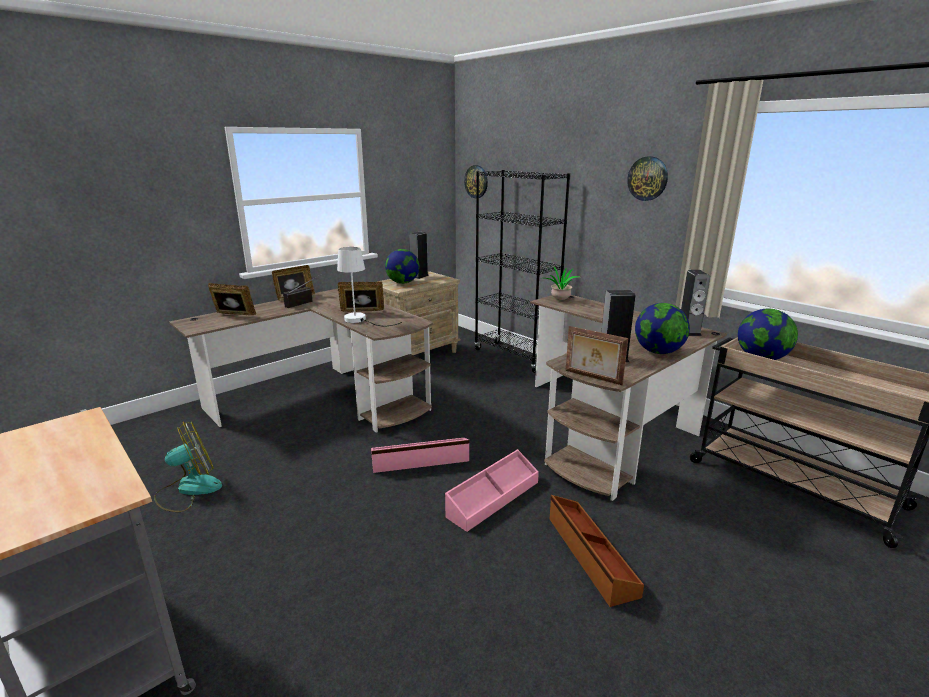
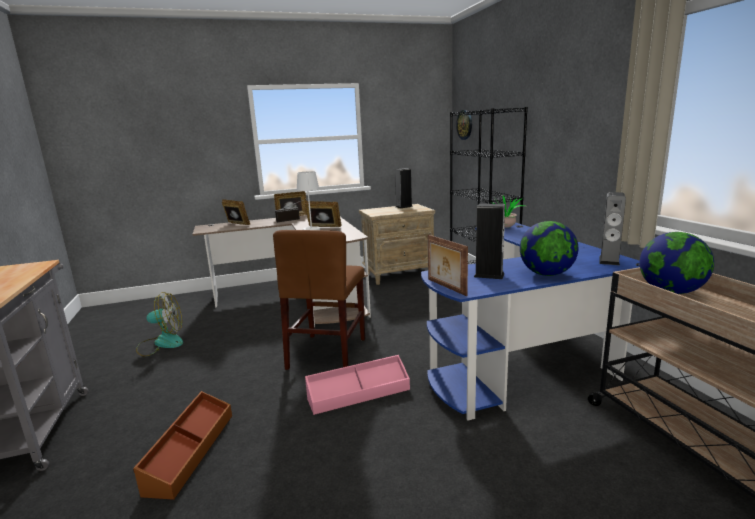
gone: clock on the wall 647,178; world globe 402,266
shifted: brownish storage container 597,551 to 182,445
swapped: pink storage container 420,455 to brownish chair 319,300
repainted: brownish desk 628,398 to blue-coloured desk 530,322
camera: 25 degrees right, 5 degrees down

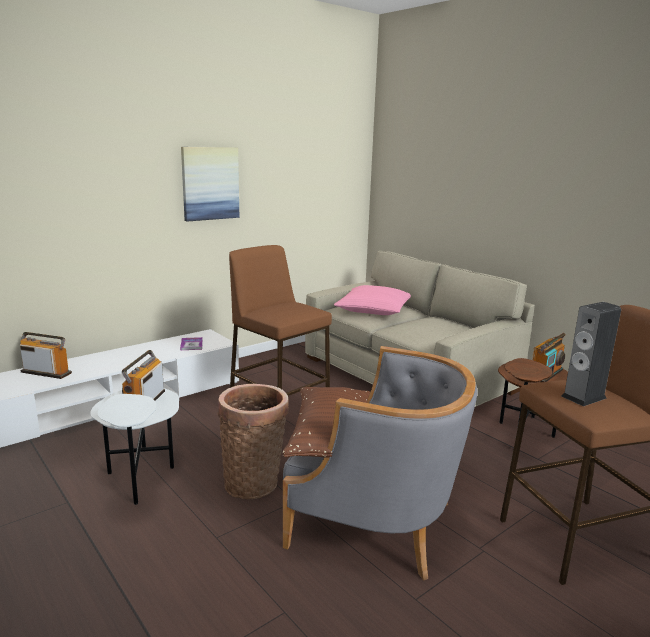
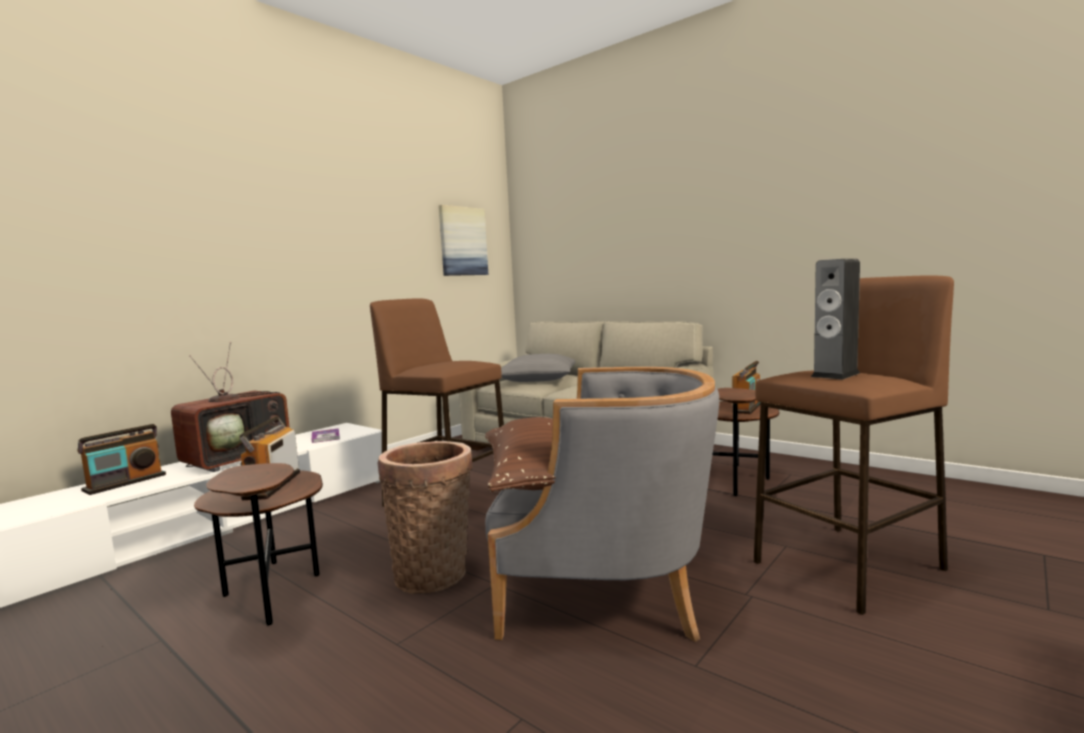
new: television 230,407
shifted: picture 210,184 to 463,240
repainted: pink pillow 372,300 to gray pillow 538,368; white-coloured end table 134,446 to brownish end table 258,544
rotated: radio set 46,355 = 122,459 120 degrees clockwise
camera: 10 degrees left, 10 degrees down

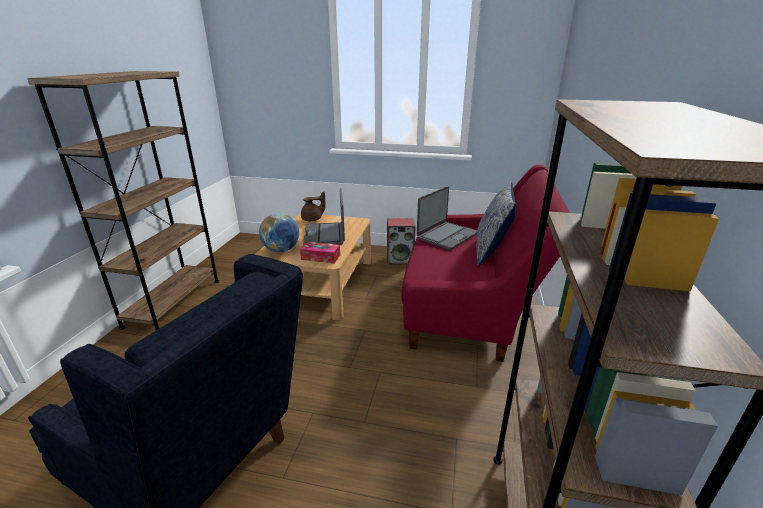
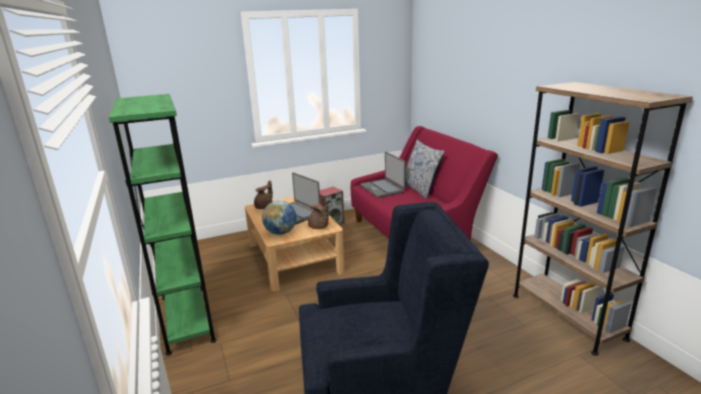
swapped: box of tissues 320,252 to brownish teapot 318,216
repainted: brownish shelving unit 123,200 to green-coloured shelving unit 163,225
rotated: notebook computer 447,218 = 383,175 150 degrees clockwise
camera: 35 degrees left, 5 degrees down

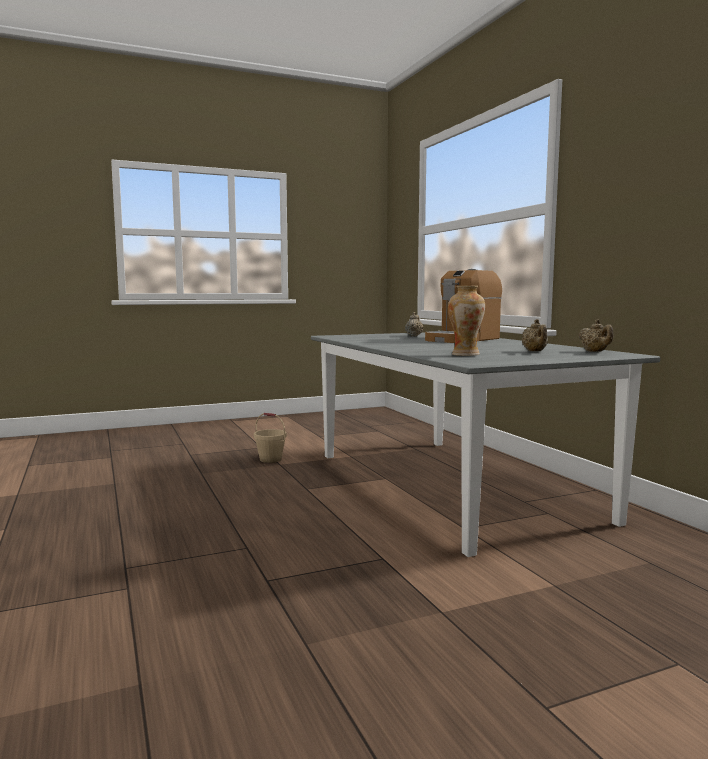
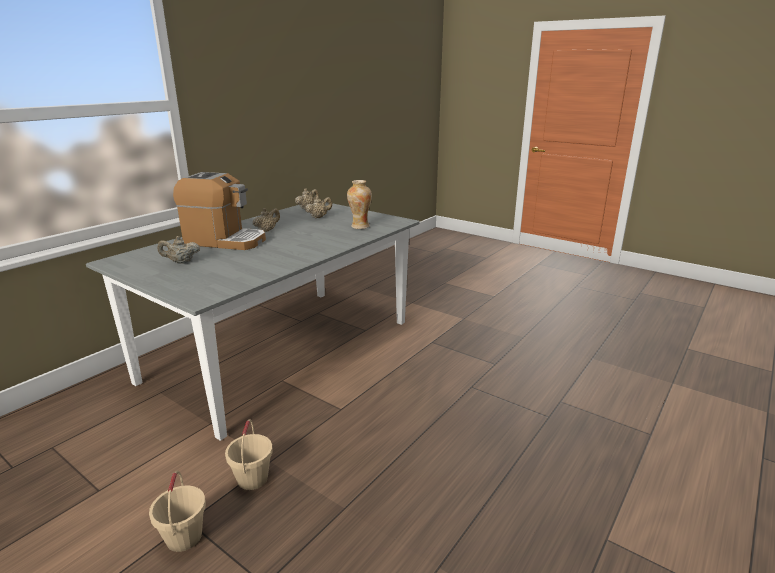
new: sand-coloured teapot 266,220; sand-coloured water bucket 177,511
camera: 120 degrees left, 15 degrees up

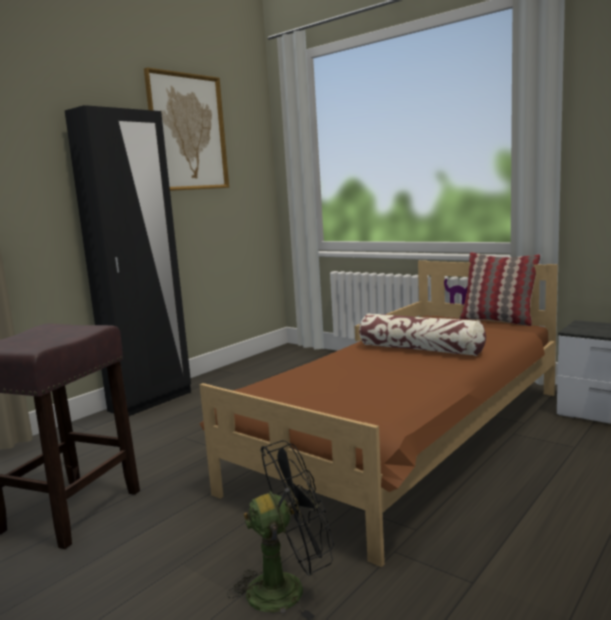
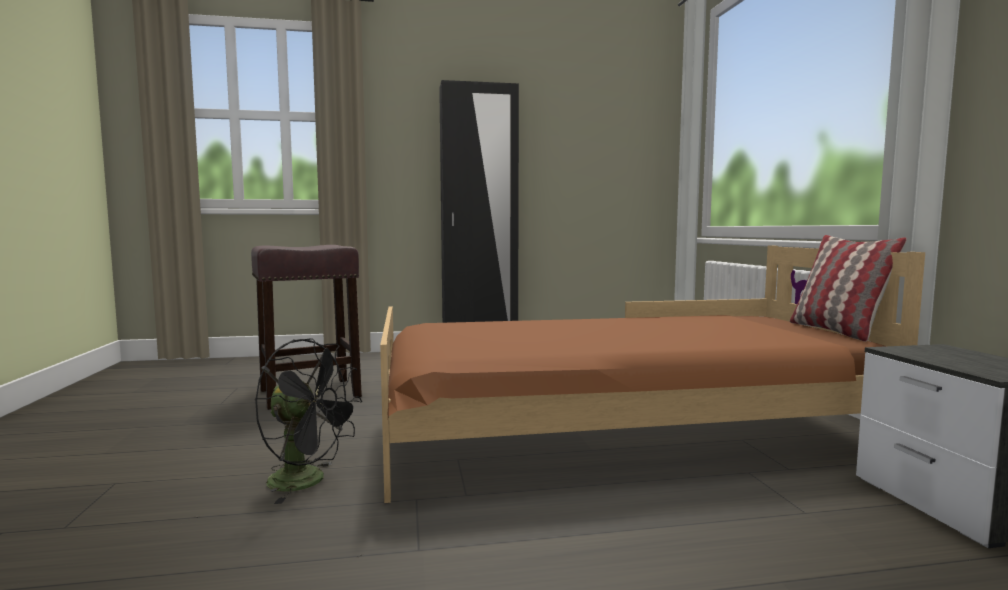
gone: picture 186,129; pillow 422,334
camera: 40 degrees right, 5 degrees down

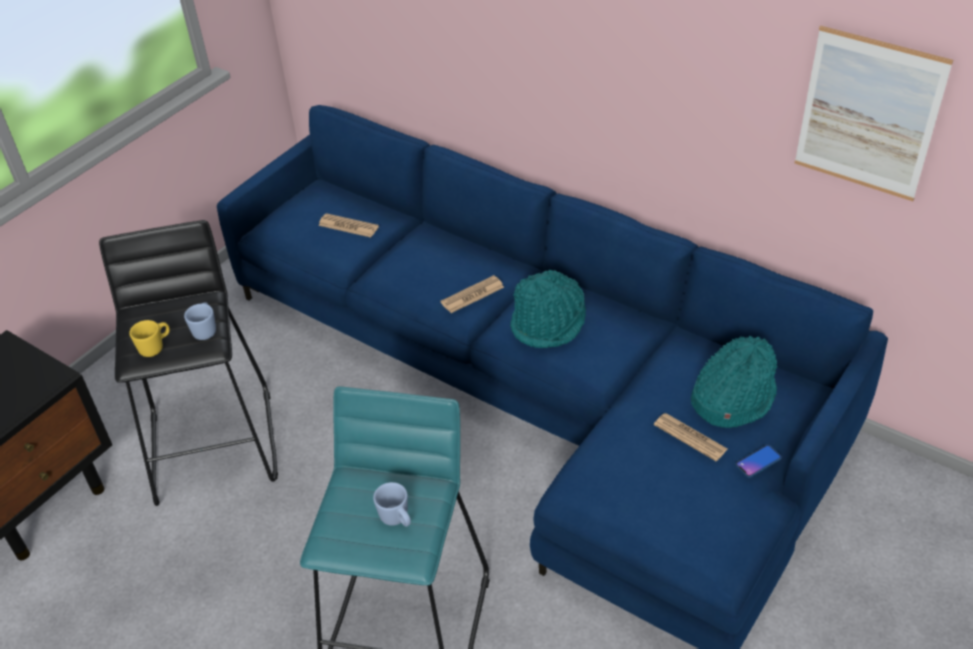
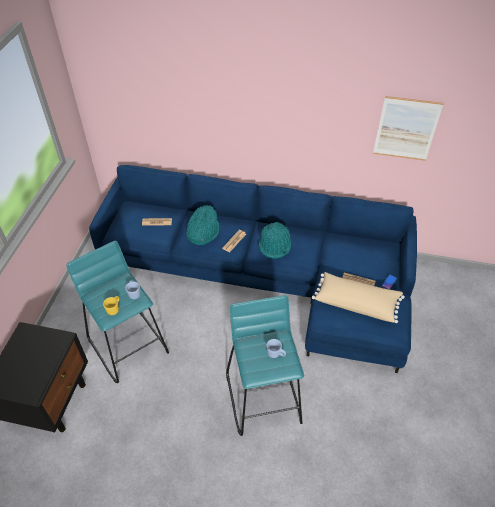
new: sand-coloured pillow 358,297
shifted: turquoise hat 734,382 to 203,225
repainted: black-coloured stool 188,363 to turquoise stool 117,312
camera: 25 degrees left, 5 degrees up

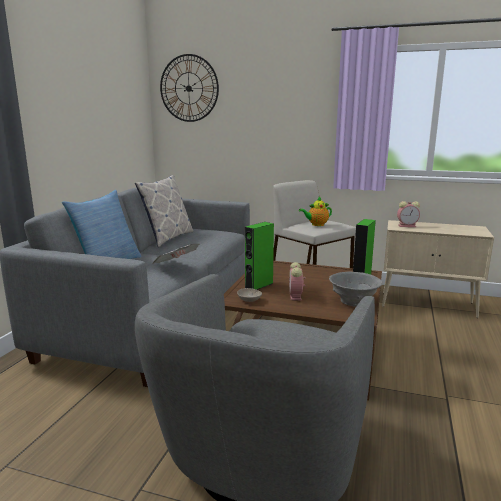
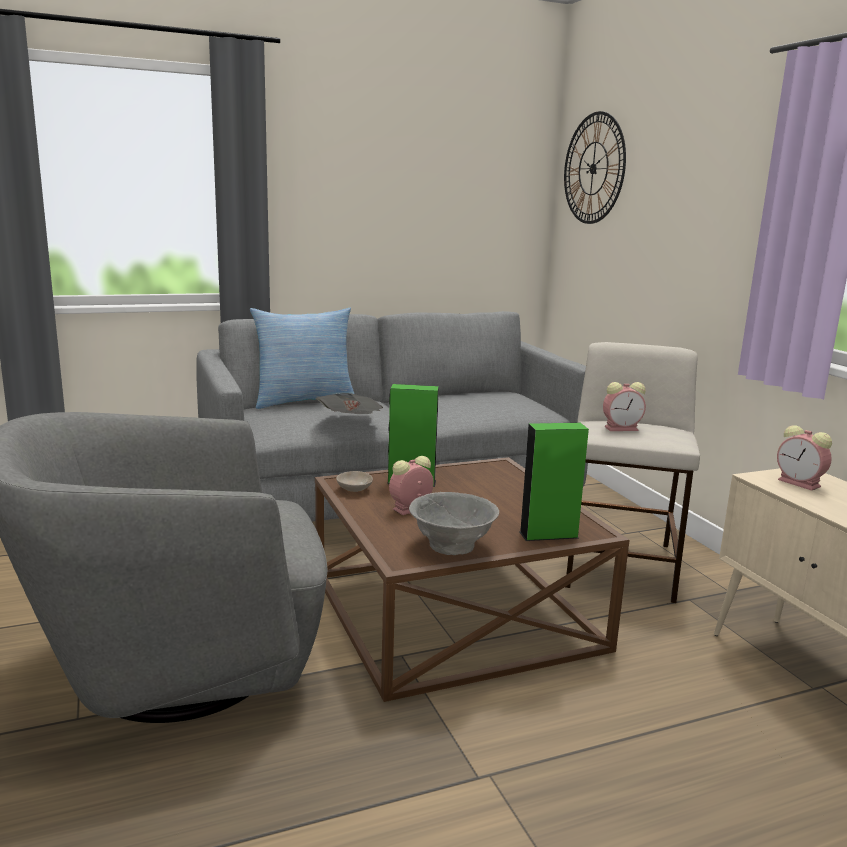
gone: pillow 164,211
swapped: teapot 315,211 to bedside clock 624,406
camera: 50 degrees right, 0 degrees up

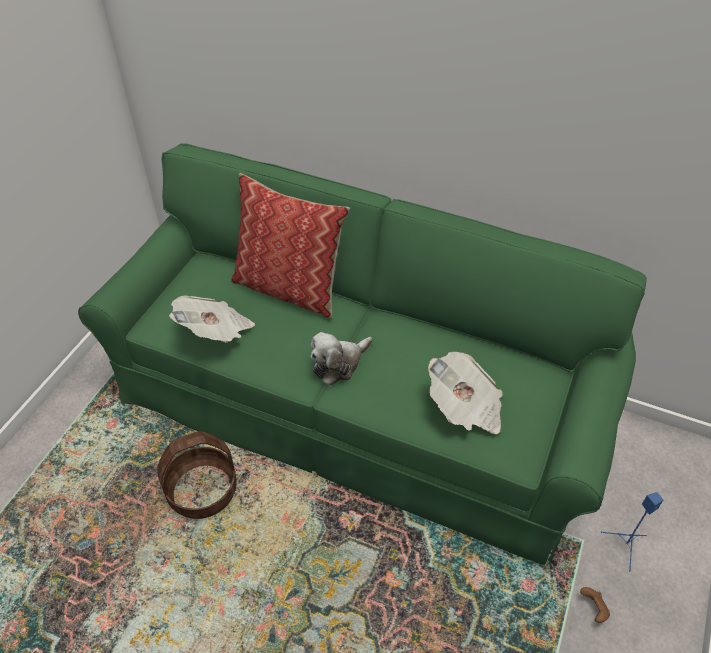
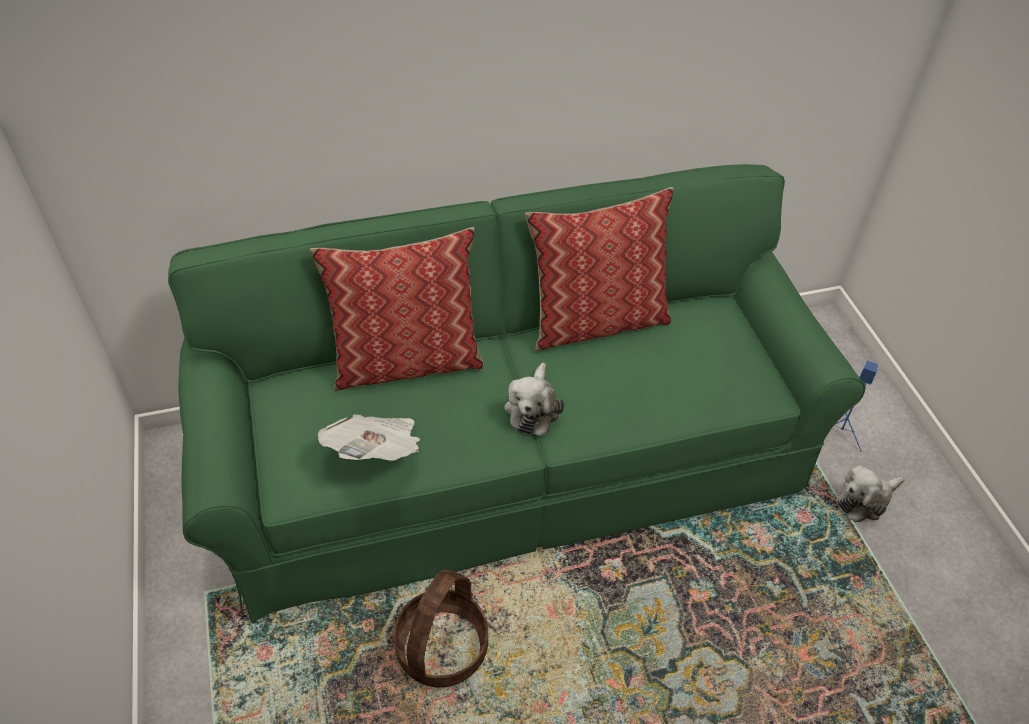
gone: printed paper 465,393
new: pillow 599,269
swapped: brownish joypad 595,605 to soft toy 870,493
camera: 40 degrees left, 0 degrees up

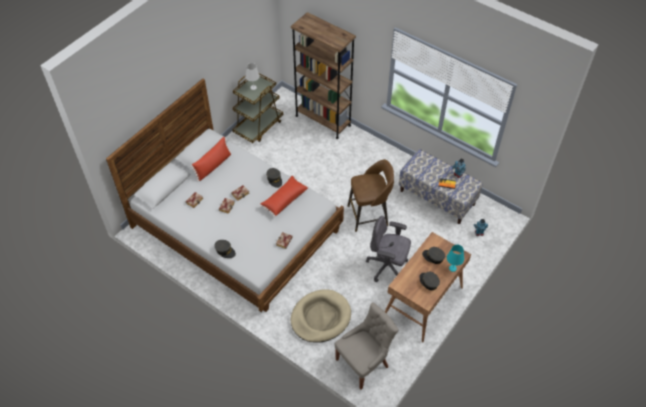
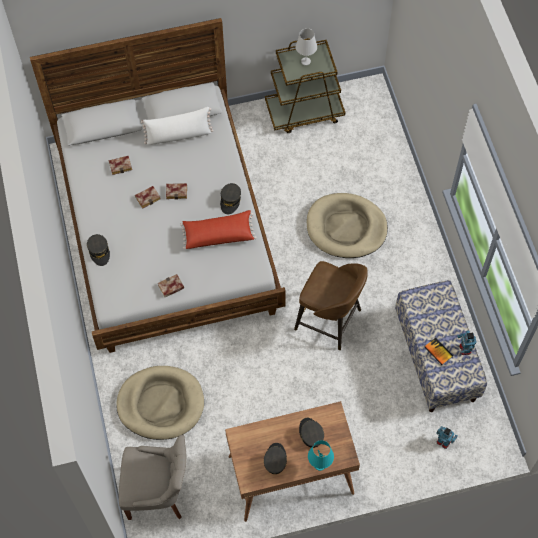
gone: brownish shelving unit 323,75; gray desk chair 388,249
new: sand-coloured dog bed 347,225
repainted: reddish pillow 211,159 to white-coloured pillow 177,126
camera: 40 degrees right, 10 degrees up

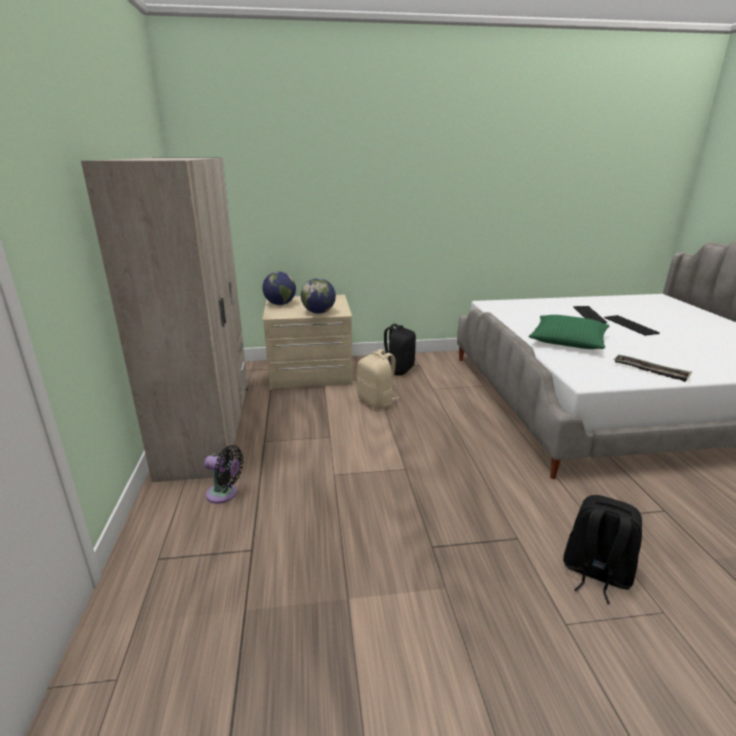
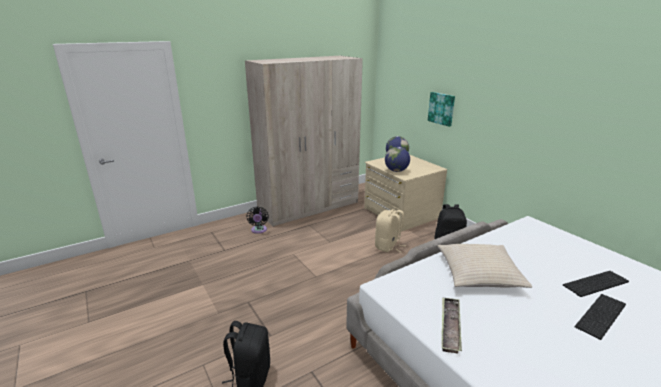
new: picture 441,109
repainted: green-coloured pillow 569,332 to sand-coloured pillow 484,266
camera: 65 degrees right, 0 degrees up

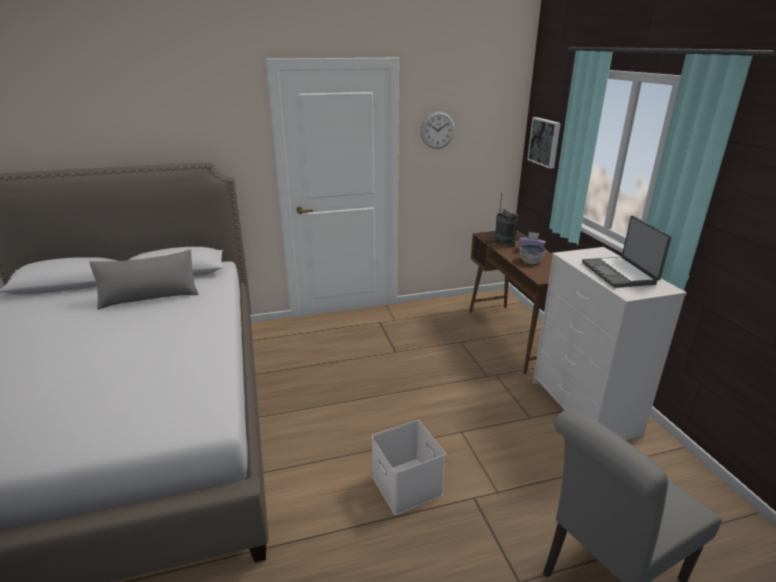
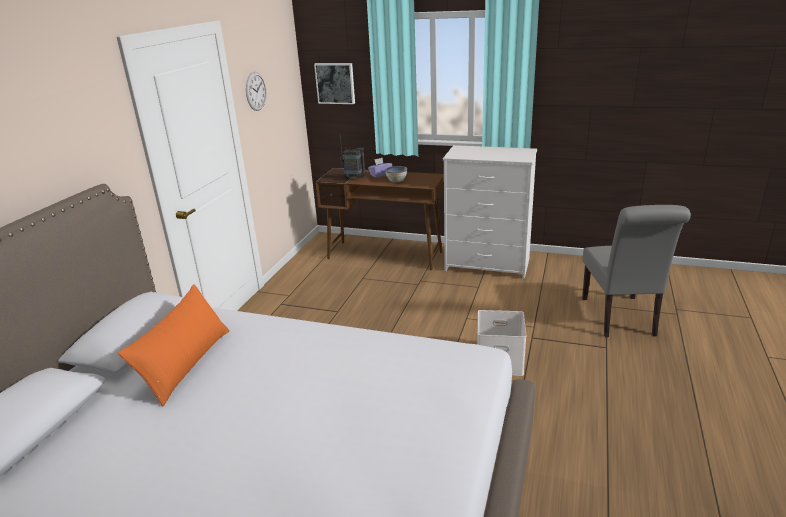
gone: notebook computer 627,252
repainted: gray pillow 144,280 to orange-coloured pillow 173,345
camera: 55 degrees left, 0 degrees up

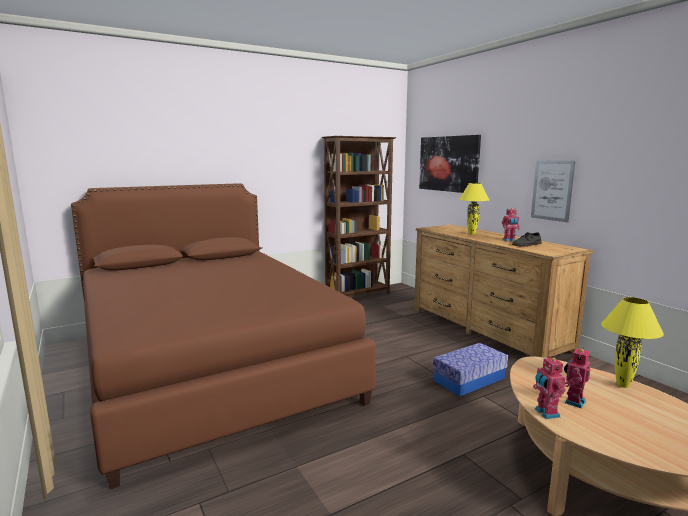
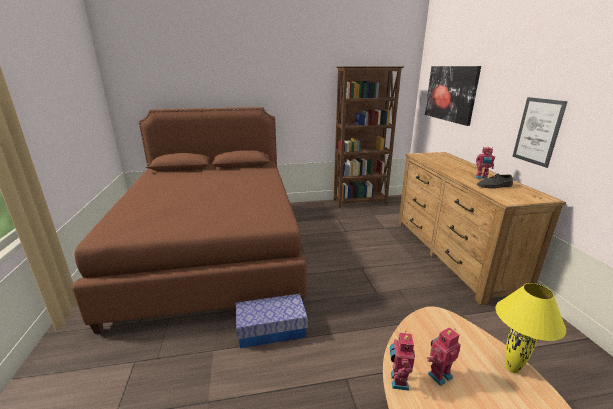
gone: yellow-coloured table lamp 474,209
shifted: storage container 470,369 to 271,321
camera: 20 degrees right, 10 degrees up

